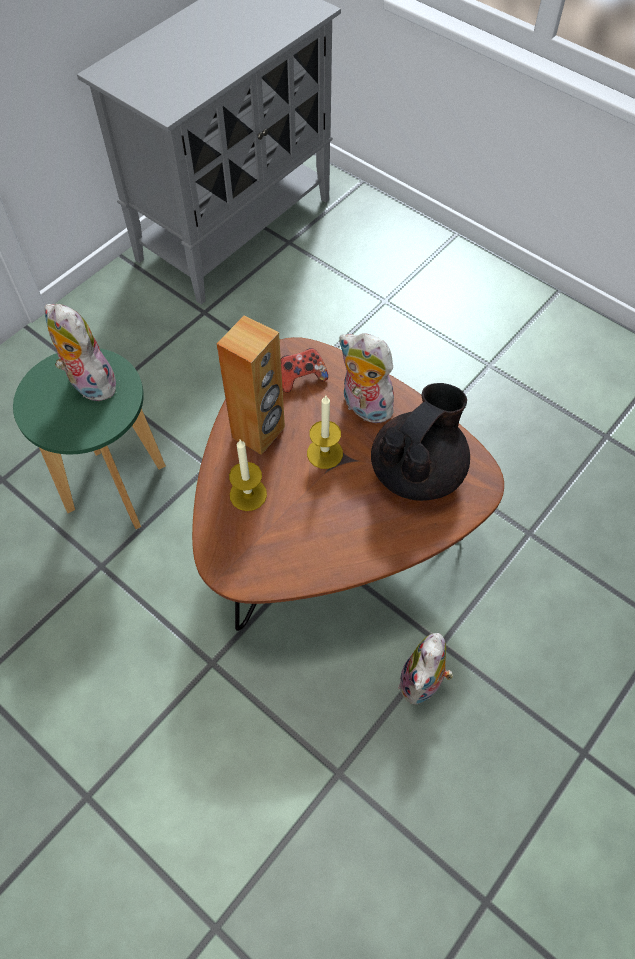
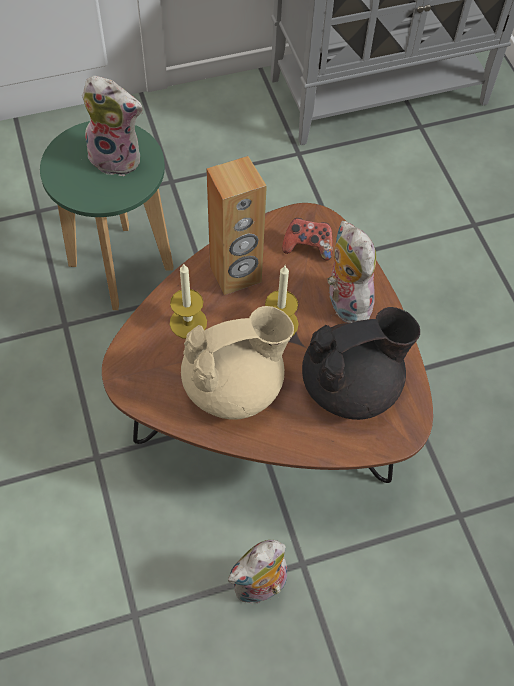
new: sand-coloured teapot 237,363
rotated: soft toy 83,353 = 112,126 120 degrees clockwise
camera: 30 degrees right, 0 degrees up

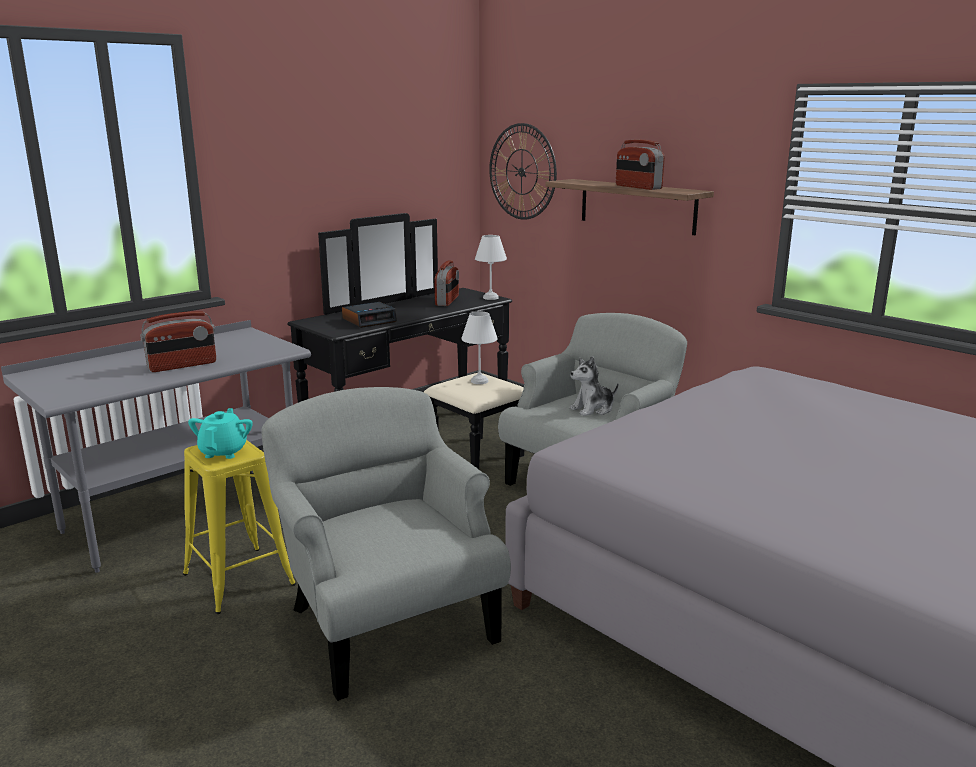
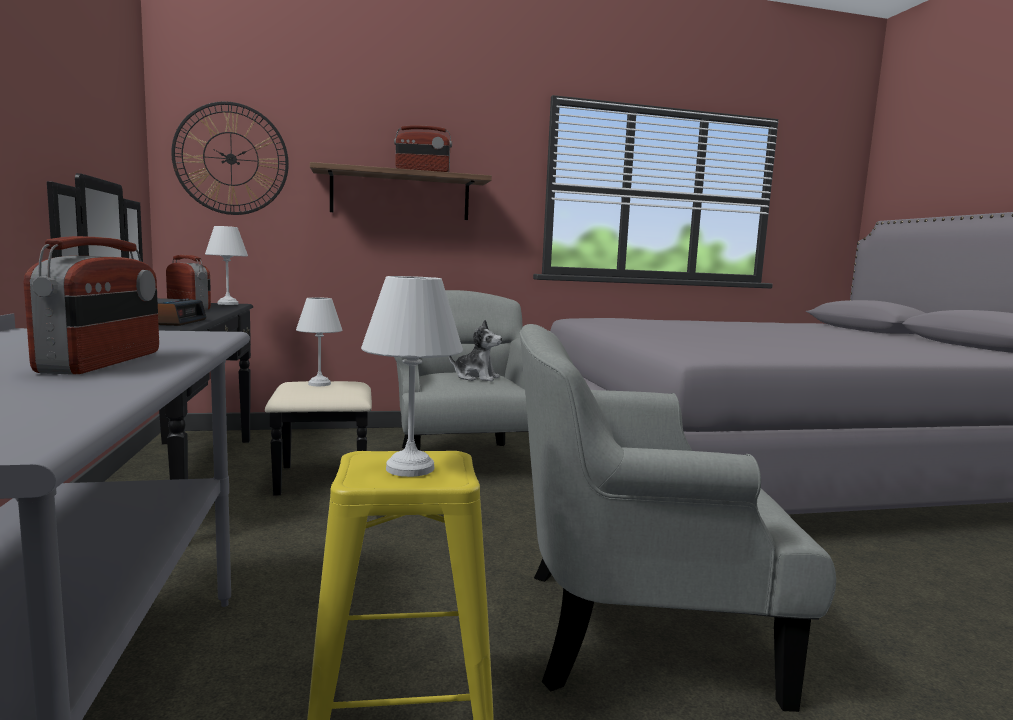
swapped: turquoise teapot 220,433 to white-coloured table lamp 412,376
rotated: soft toy 593,386 = 475,351 75 degrees counterclockwise
camera: 60 degrees left, 10 degrees down

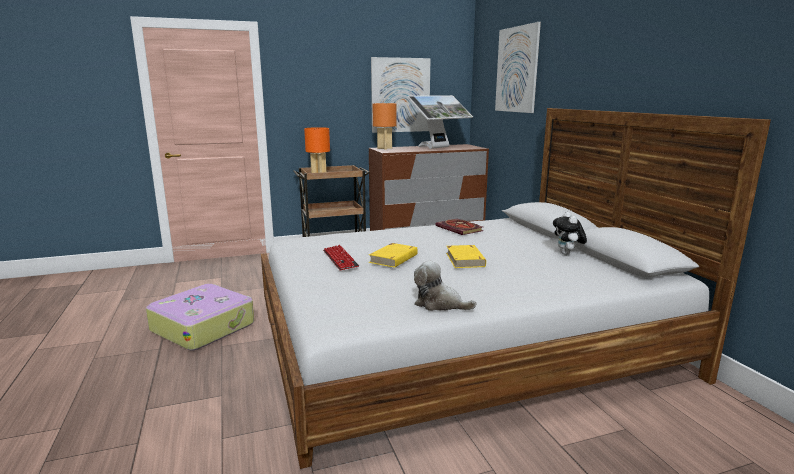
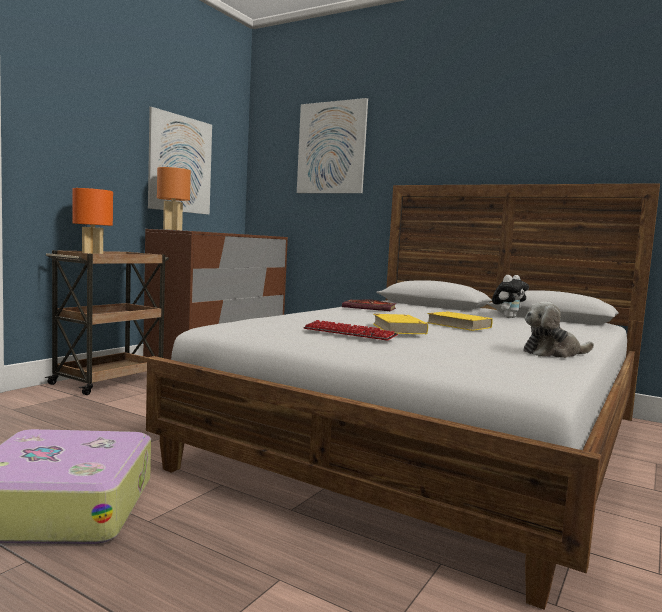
gone: computer screen 440,122
rotated: soft toy 570,233 = 510,296 90 degrees counterclockwise
camera: 40 degrees left, 10 degrees down

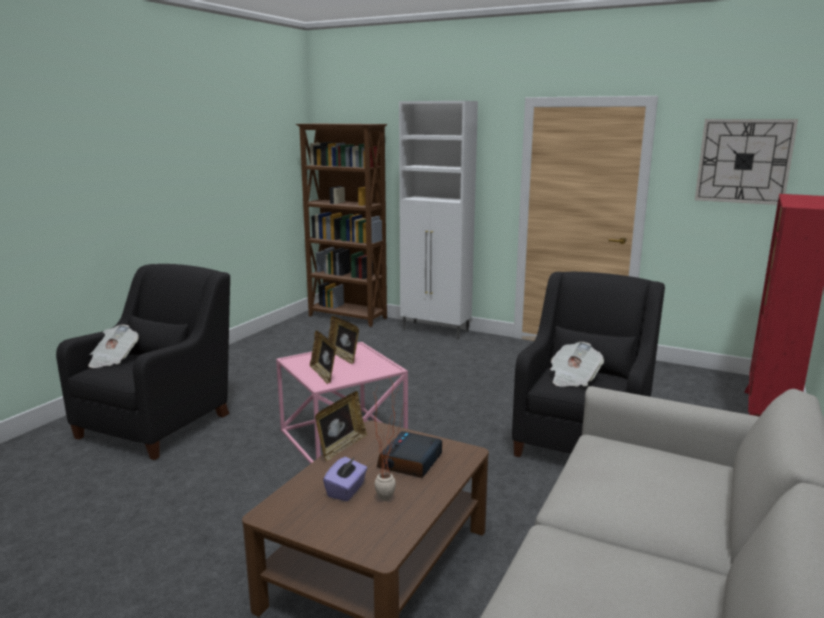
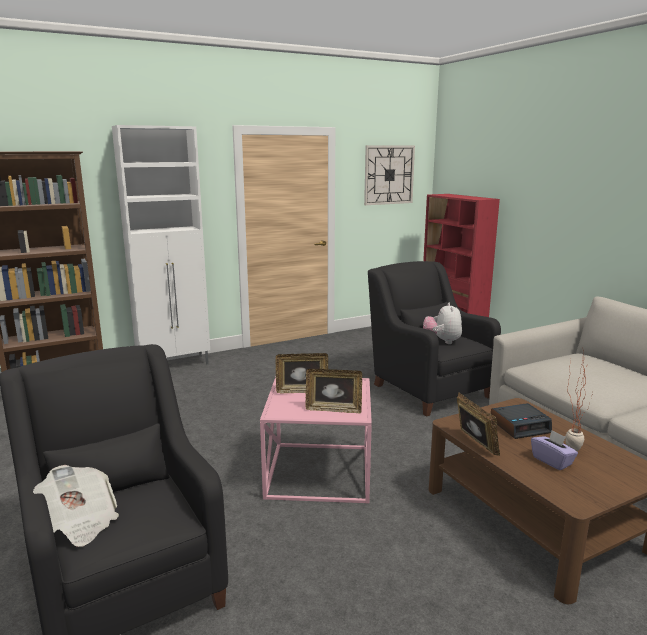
swapped: printed paper 577,364 to soft toy 442,323
rotated: bedside clock 409,454 = 521,421 75 degrees counterclockwise
camera: 55 degrees left, 0 degrees up

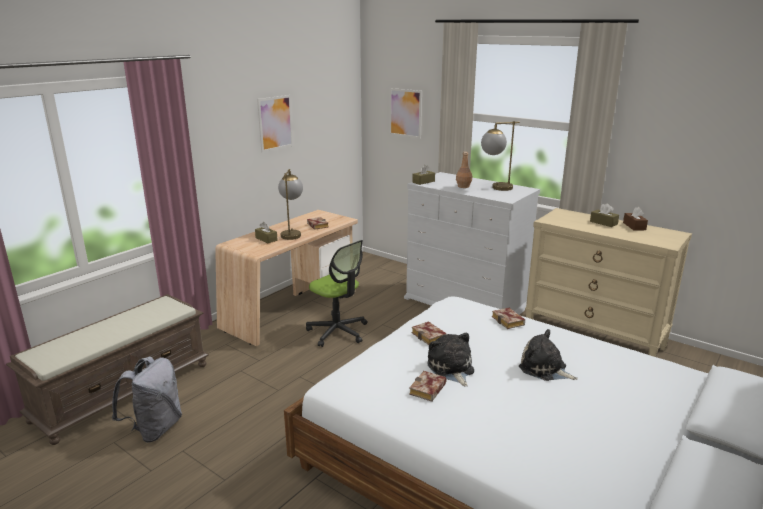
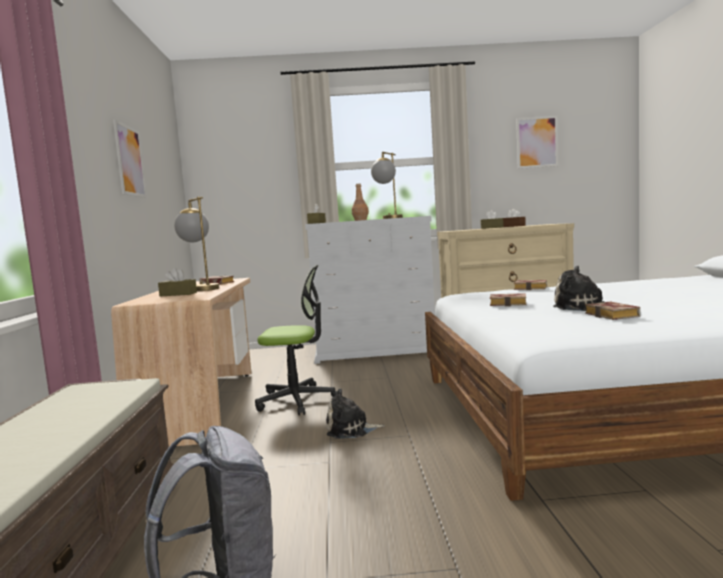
shifted: picture 405,113 to 537,142; soft toy 548,355 to 355,413
camera: 40 degrees left, 15 degrees down

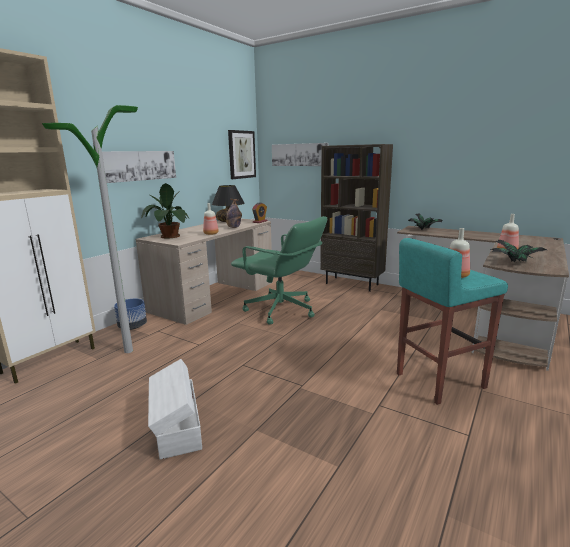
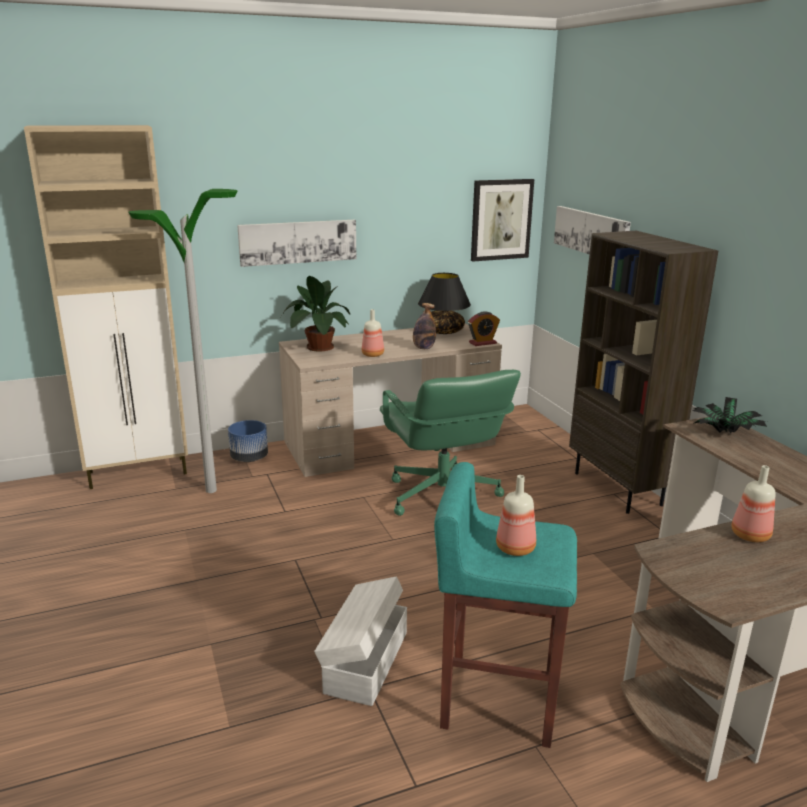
gone: potted plant 519,251
shifted: white-coloured storage container 175,409 to 360,641
camera: 35 degrees right, 5 degrees up

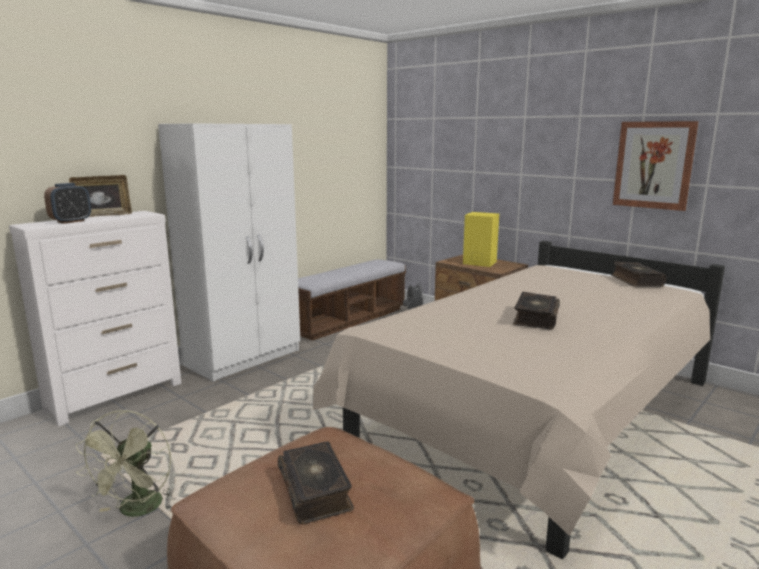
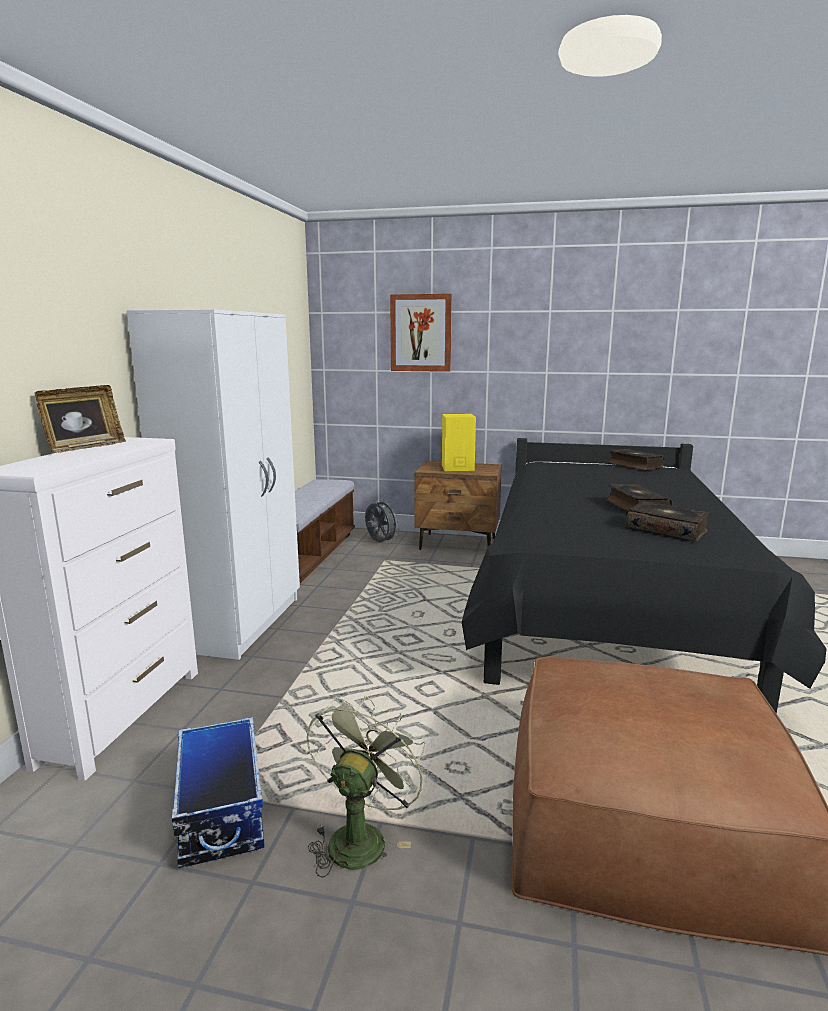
gone: bedside clock 67,203
new: storage container 218,792
shifted: picture 656,166 to 421,333; bound book 316,482 to 668,521
repainted: sand-coloured sleeping bed 519,400 to black-coloured sleeping bed 644,576
rotated: green-coloured electric fan 125,463 = 367,787 135 degrees counterclockwise
camera: 30 degrees left, 0 degrees up

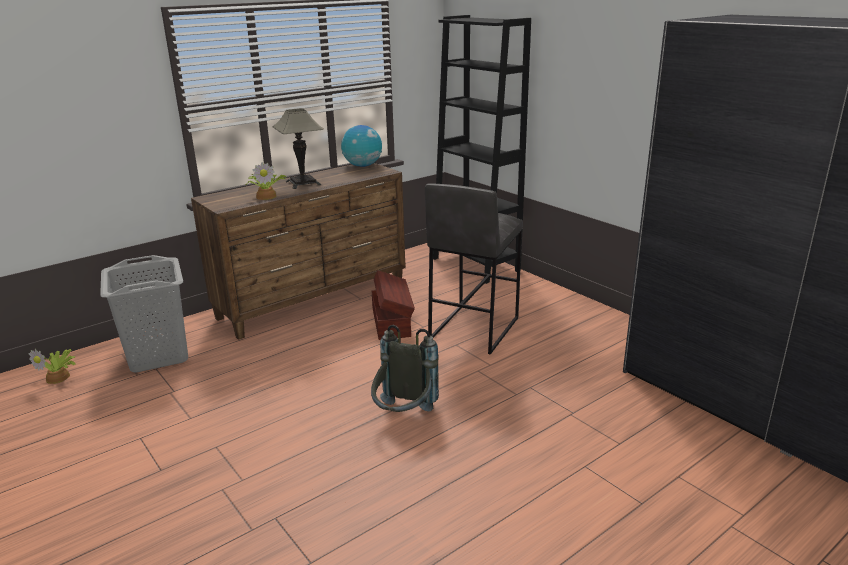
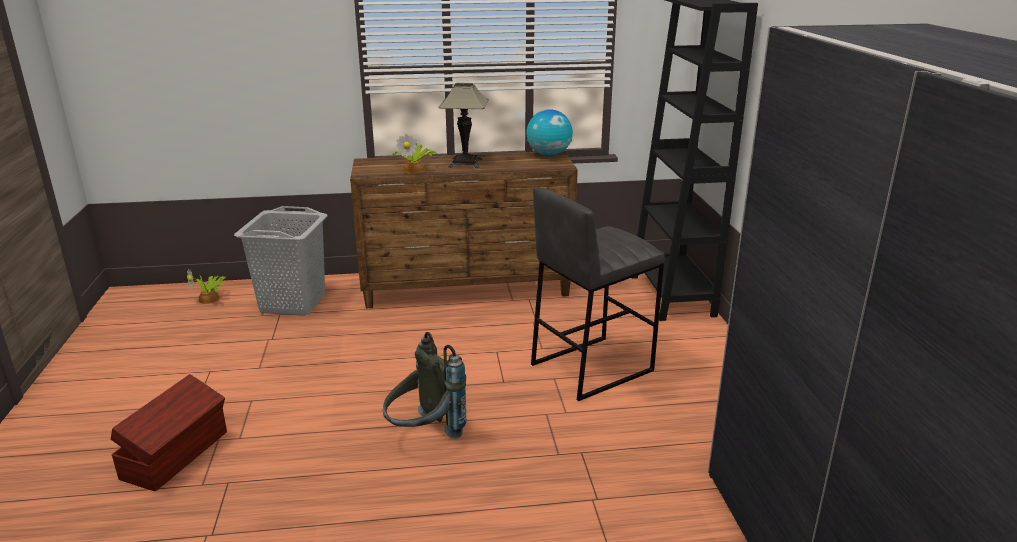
shifted: brownish storage container 393,305 to 169,432
camera: 30 degrees right, 0 degrees up

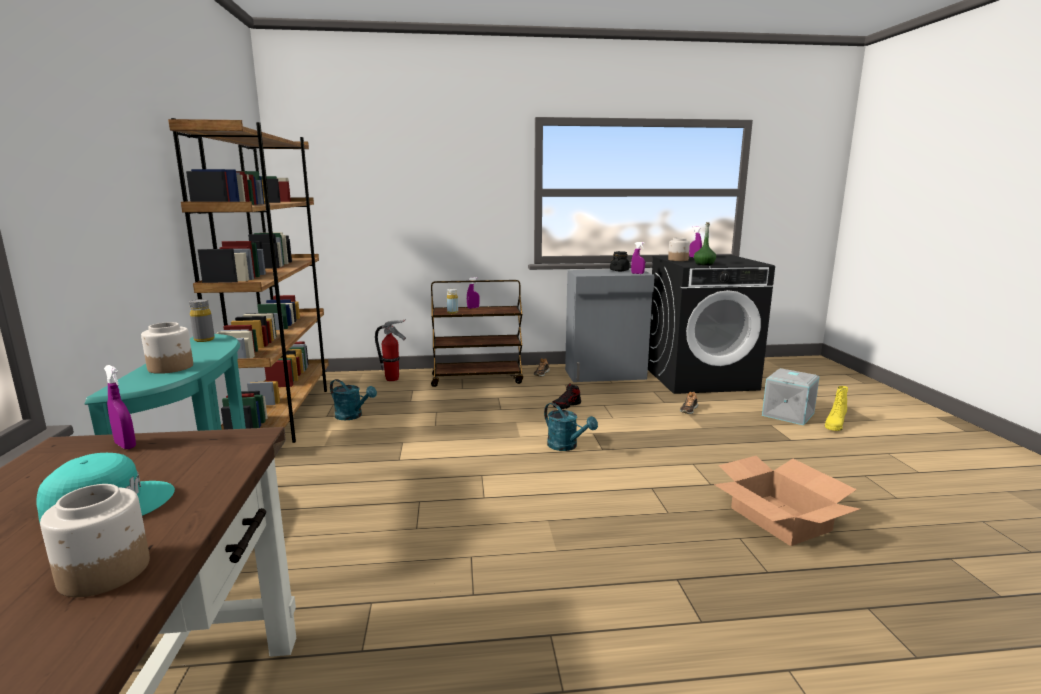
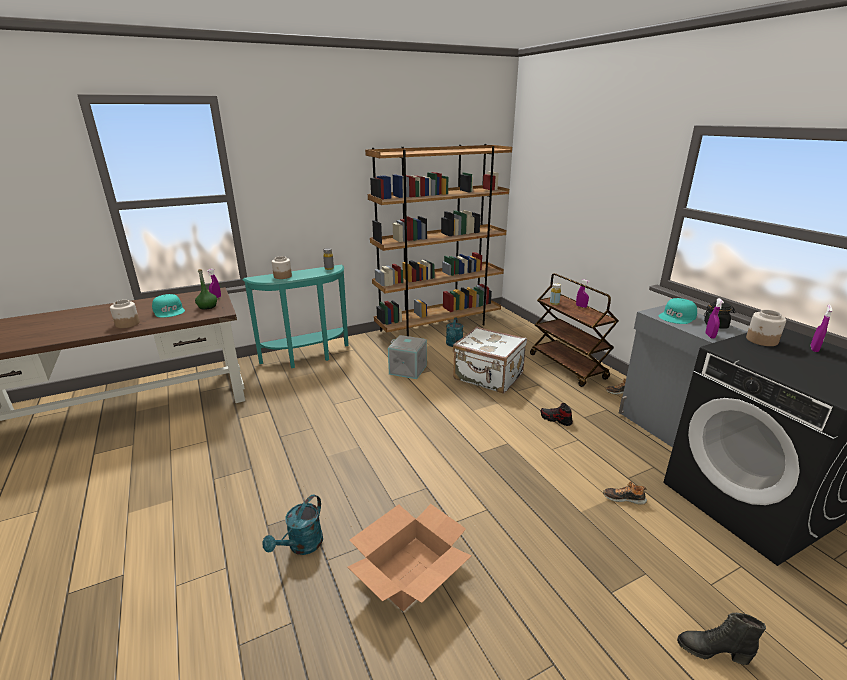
gone: extinguisher 390,350
new: turquoise cap 678,311; white-coloured travel case 490,360
shifted: green-coloured drink bottle 705,243 to 206,289; gray storage container 790,397 to 407,357; turquoise watering pot 571,427 to 293,524
repainted: yellow-coloured boot 836,408 to black-coloured boot 721,639
camera: 70 degrees right, 10 degrees up

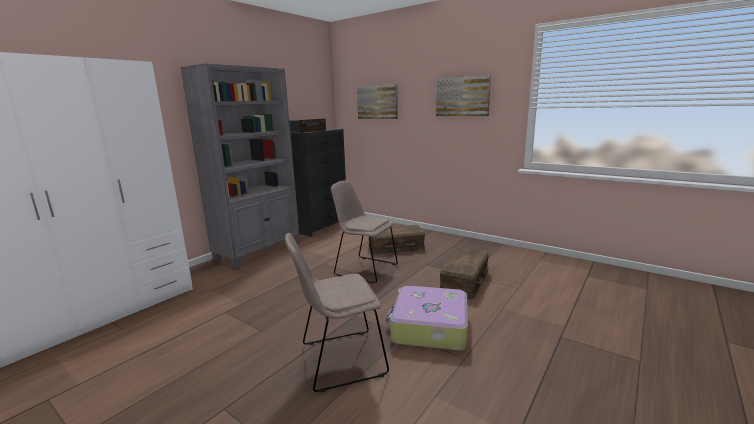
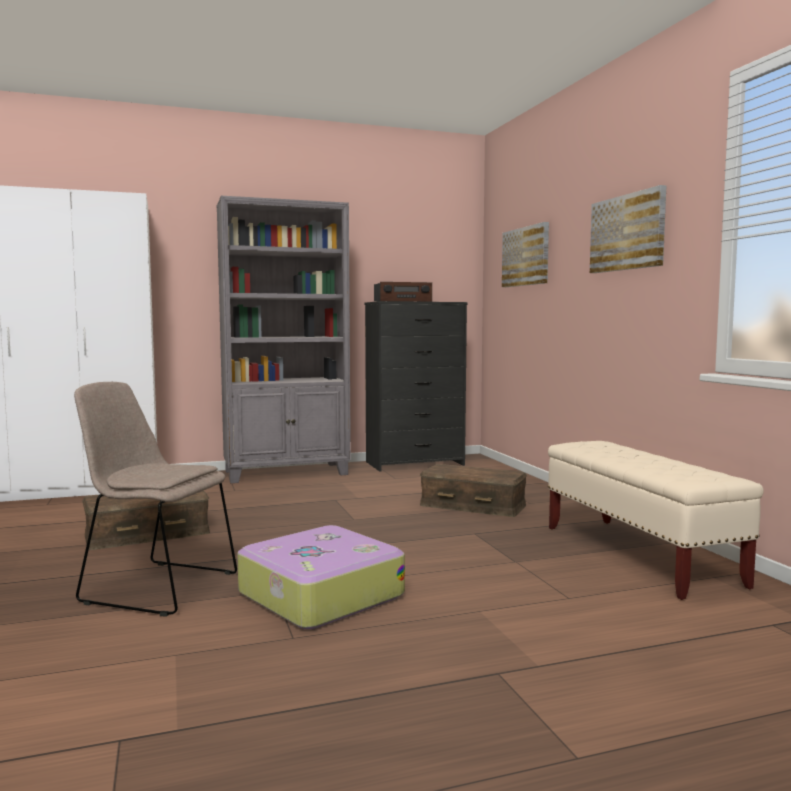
gone: sand-coloured chair 364,232
new: sand-coloured bench 656,520
shifted: brownish storage container 464,274 to 146,520
camera: 35 degrees right, 10 degrees down

